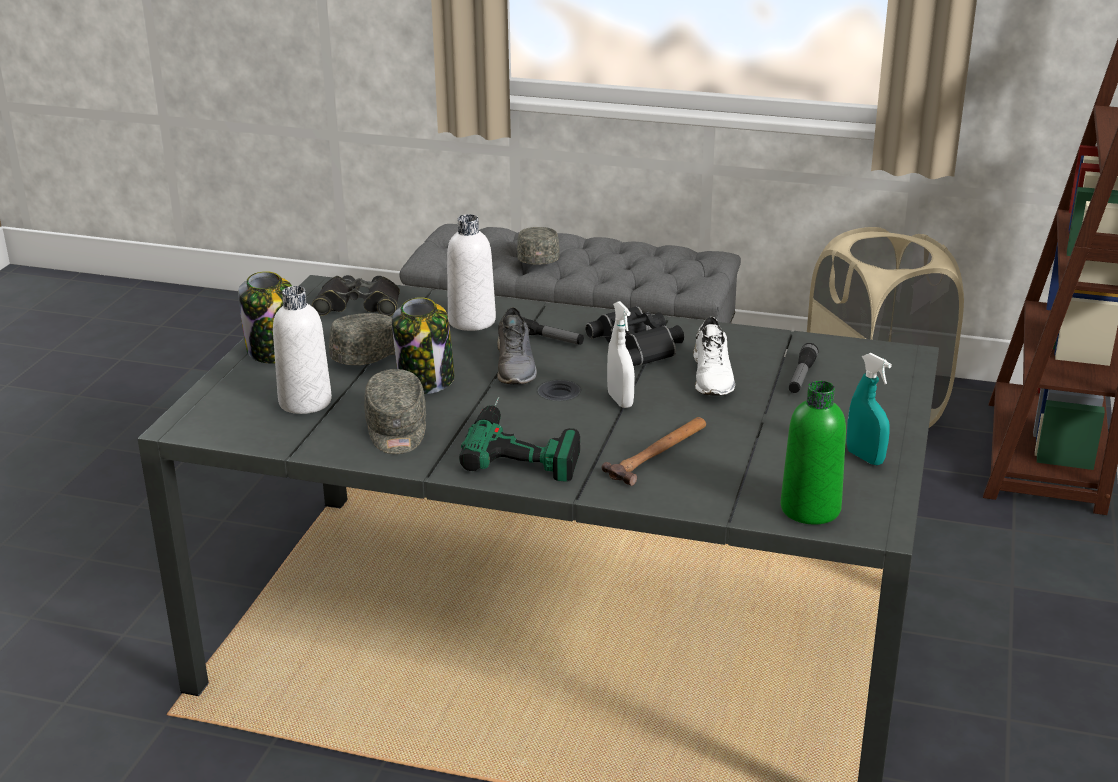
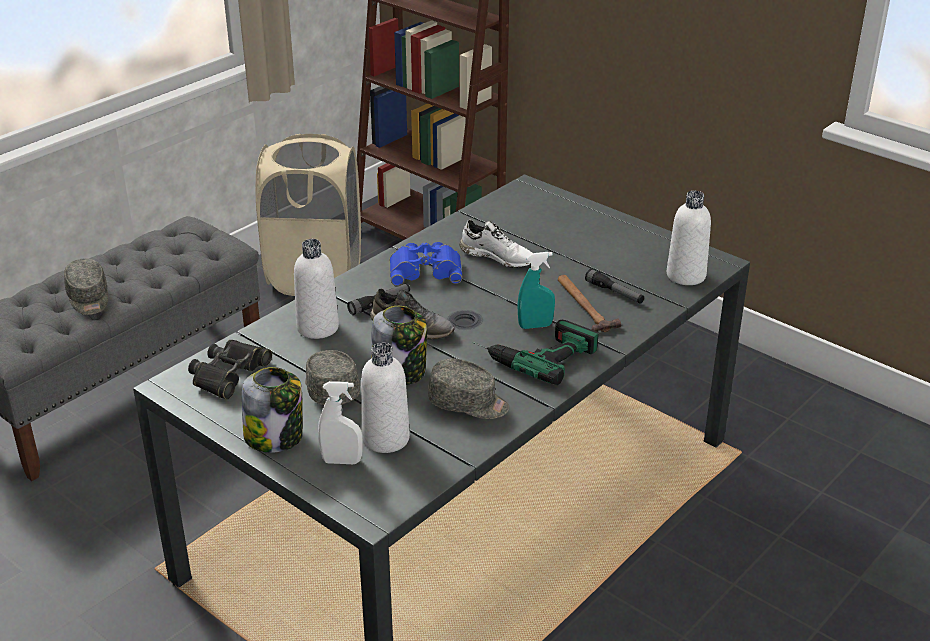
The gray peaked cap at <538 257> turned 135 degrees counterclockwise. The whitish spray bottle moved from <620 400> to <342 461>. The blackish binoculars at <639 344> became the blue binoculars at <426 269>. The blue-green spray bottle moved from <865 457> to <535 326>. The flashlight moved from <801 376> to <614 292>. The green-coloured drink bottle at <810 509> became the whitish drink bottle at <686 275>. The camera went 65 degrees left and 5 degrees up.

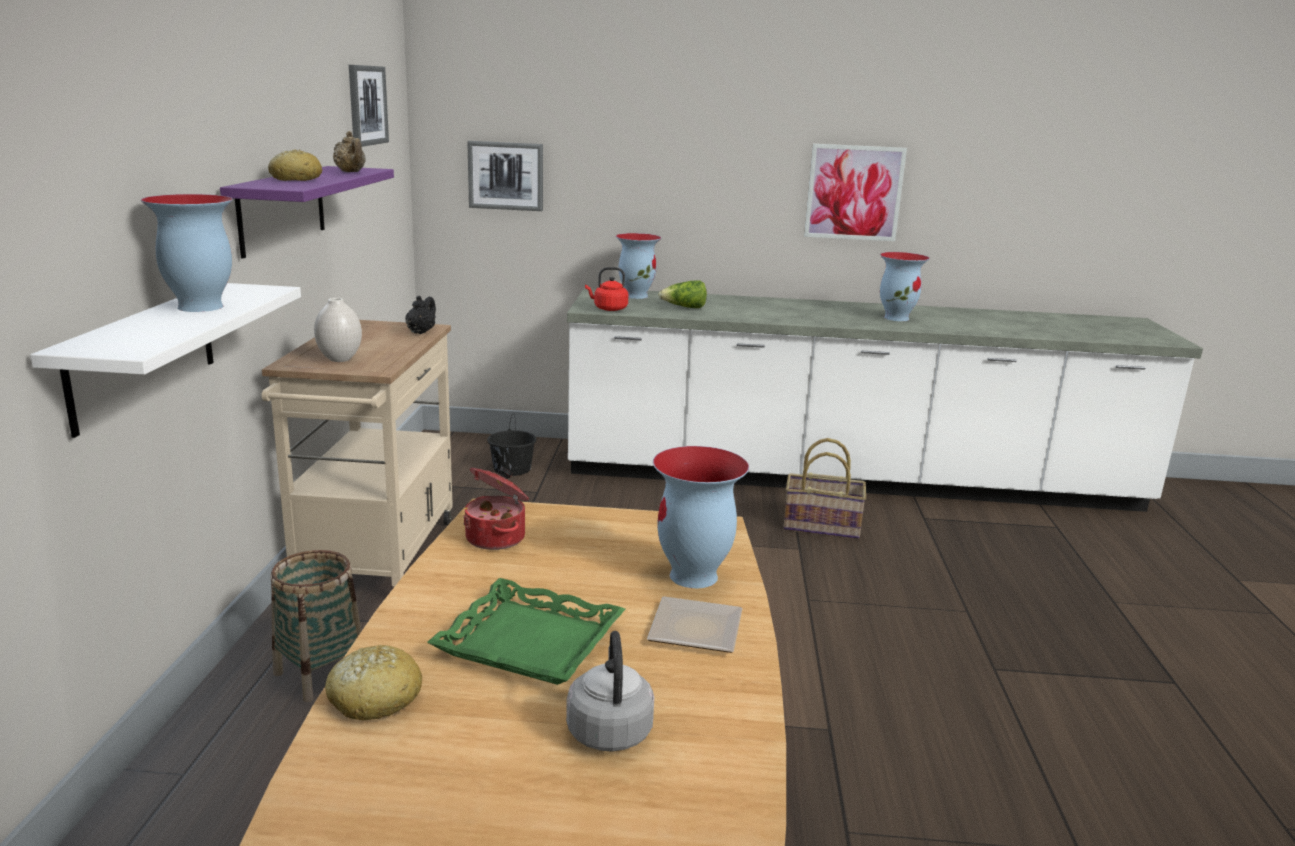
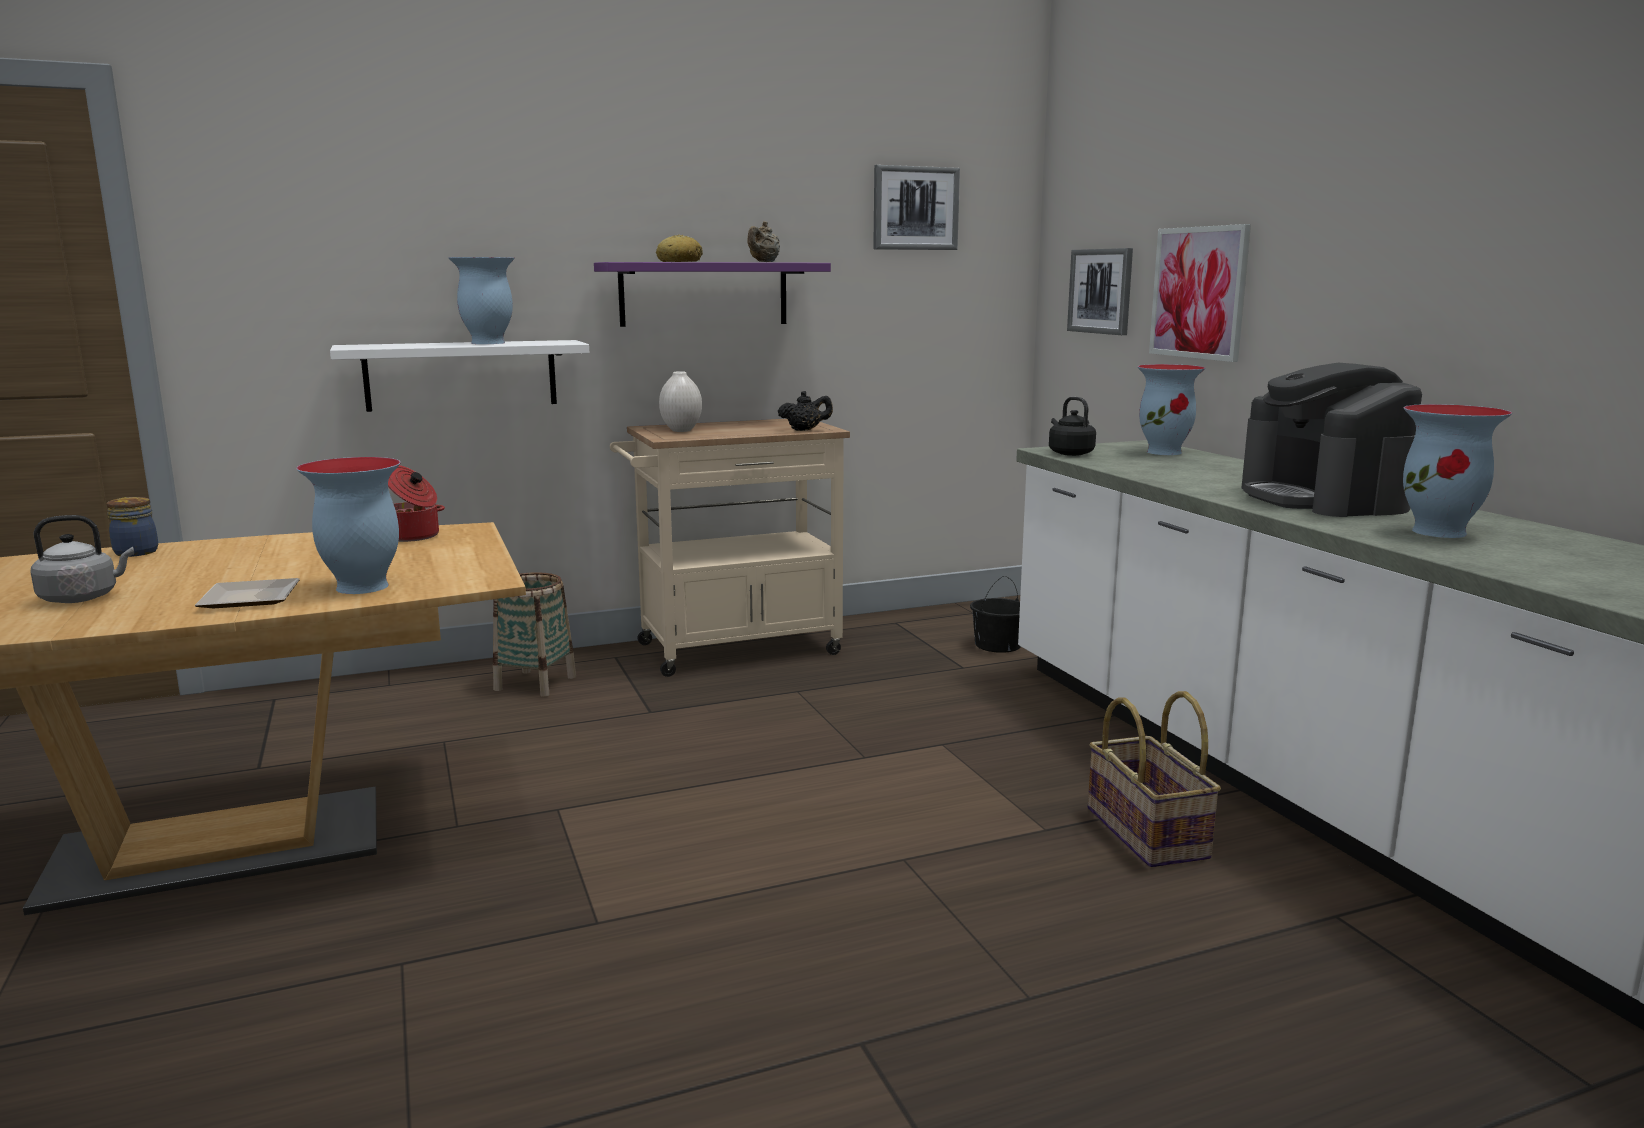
The bakery bread at <374 698> was replaced by the storage jar at <137 552>. The red-coloured kettle at <608 309> became the blackish kettle at <1069 453>. The wall art moved from <854 192> to <1199 292>. The coffee maker at <1323 499> appeared. The green-coloured tray at <531 641> disappeared. The lettuce head at <684 308> disappeared. The camera went 65 degrees right and 5 degrees down.

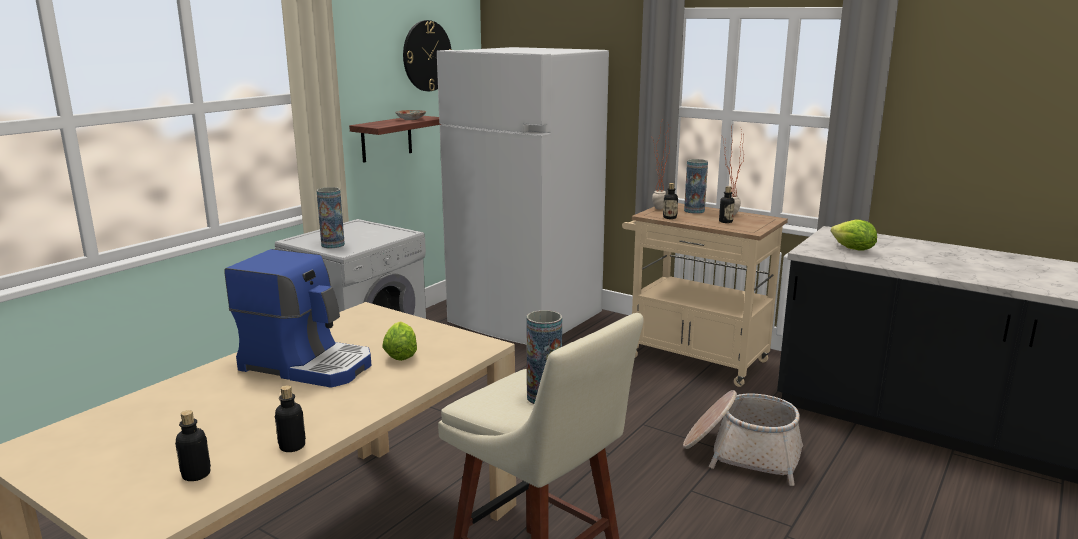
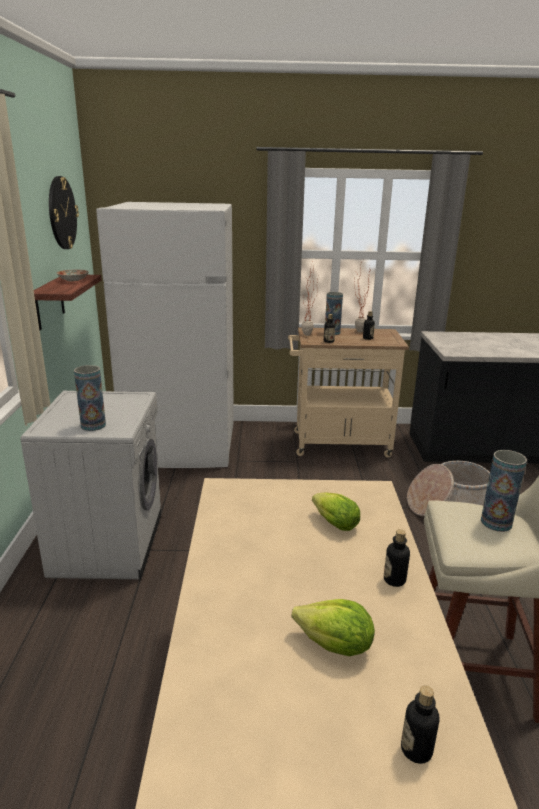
The lettuce head moved from <853 249> to <335 646>. The drink bottle moved from <292 446> to <394 580>. The coffee maker at <308 364> disappeared. The camera went 35 degrees left and 5 degrees up.

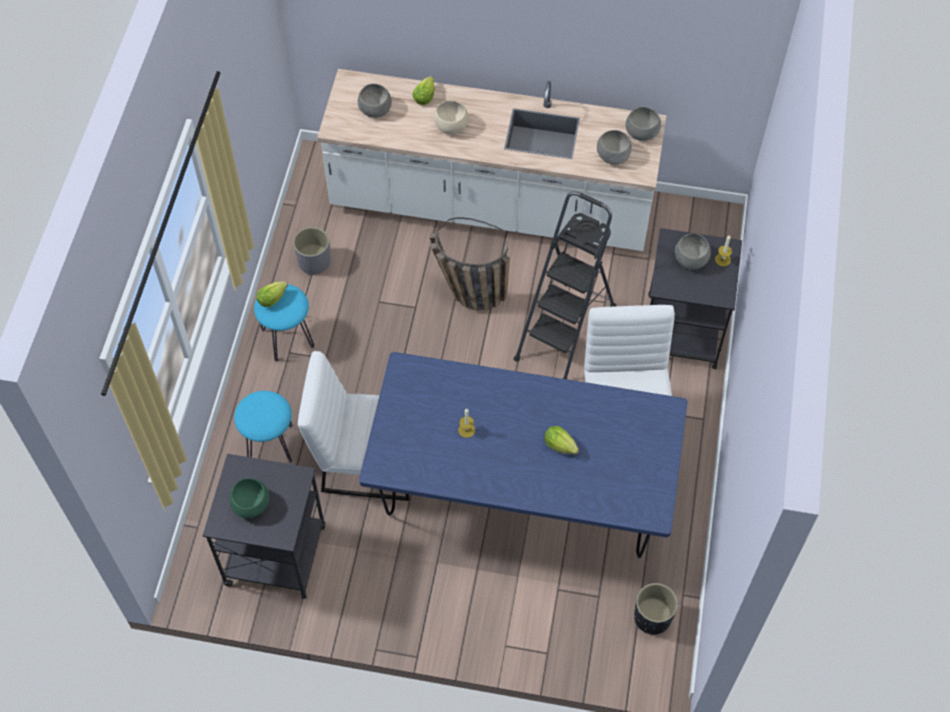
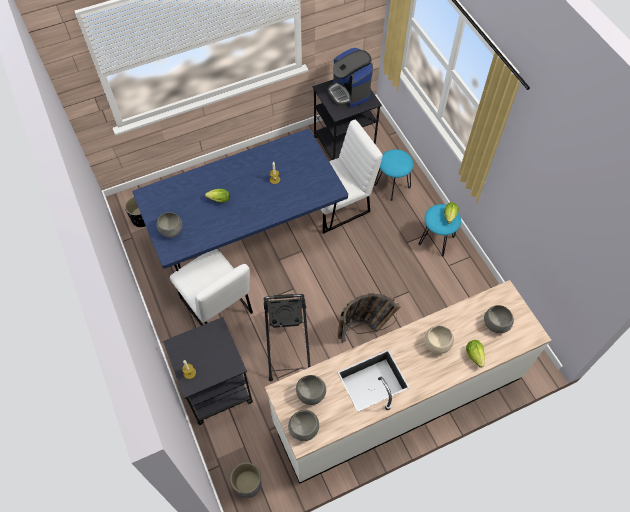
The gray bowl moved from <691 259> to <170 230>. The gray planter moved from <314 262> to <248 484>. The green-coloured bowl at <250 504> was replaced by the coffee maker at <349 92>. The camera went 145 degrees right and 0 degrees up.

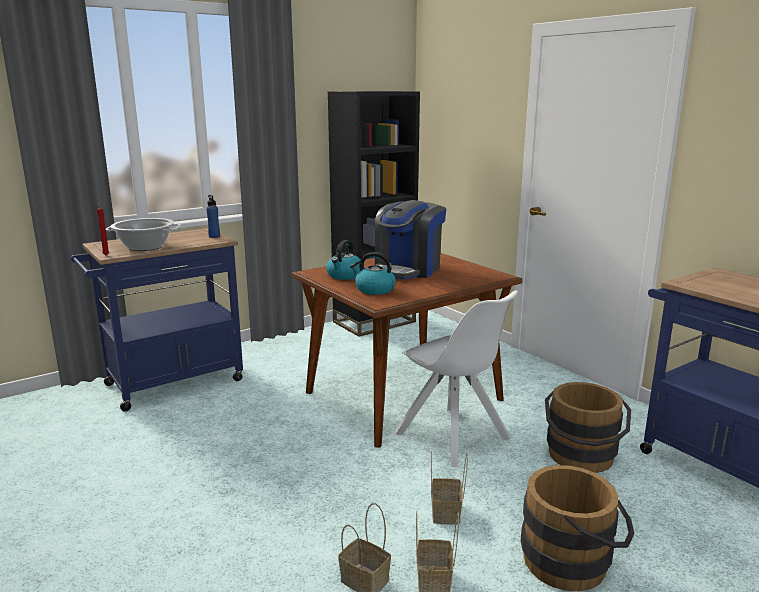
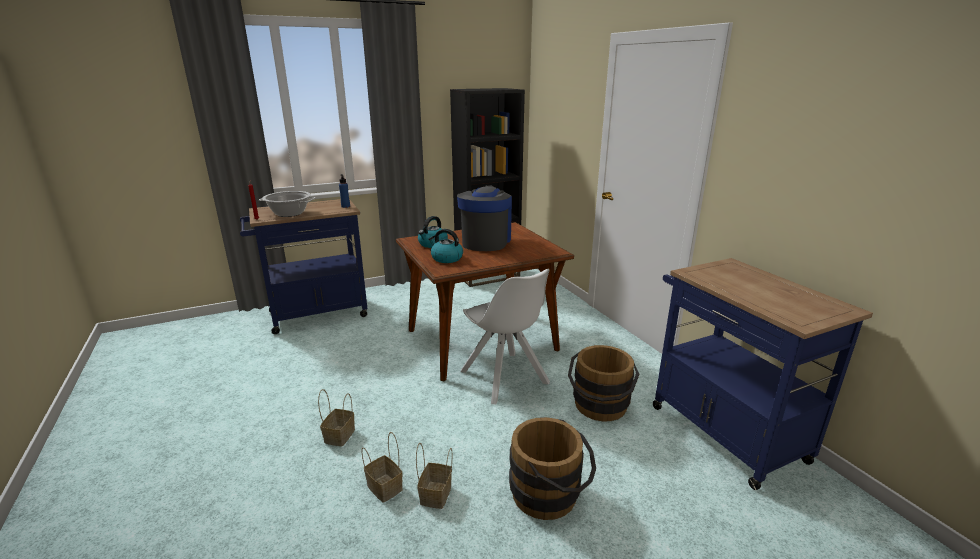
The storage basket moved from <446 513> to <339 436>. The coffee maker at <407 269> turned 150 degrees clockwise. The camera went 10 degrees right and 5 degrees up.

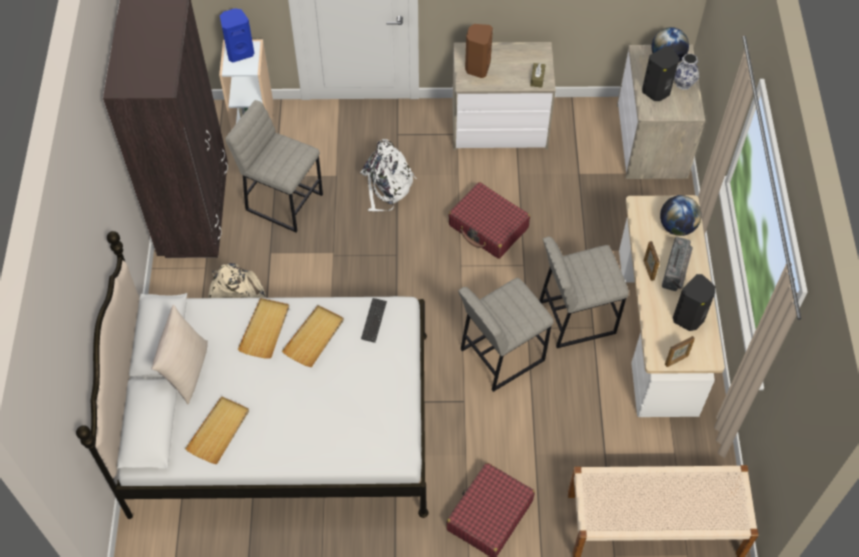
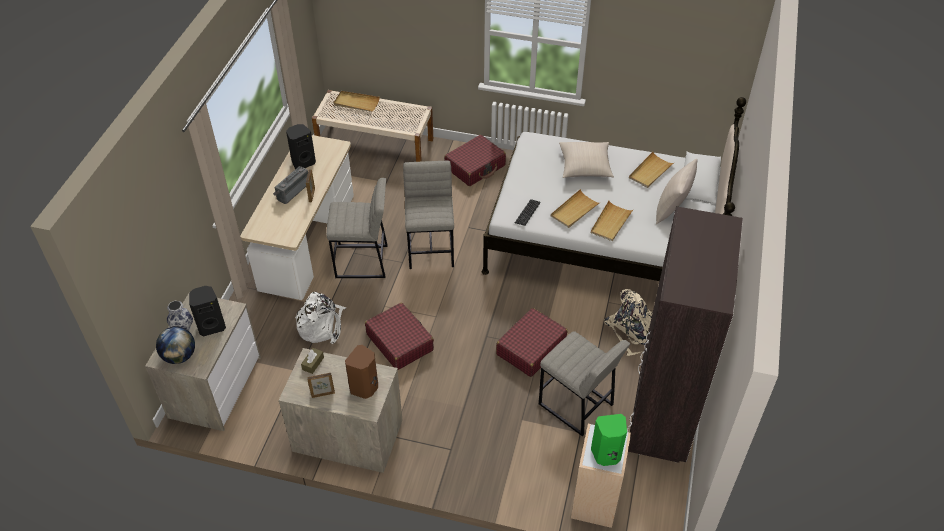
The whitish knapsack moved from <386 186> to <321 325>. The picture frame moved from <676 360> to <323 394>. The beige tray at <356 103> appeared. The gray upright chair at <500 356> turned 75 degrees counterclockwise. The red-coloured suitcase at <530 348> appeared. The beige cushion at <585 166> appeared. The blue loudspeaker at <239 52> became the green-coloured loudspeaker at <606 455>. The desk globe at <677 226> disappeared. The camera went 165 degrees left and 10 degrees down.

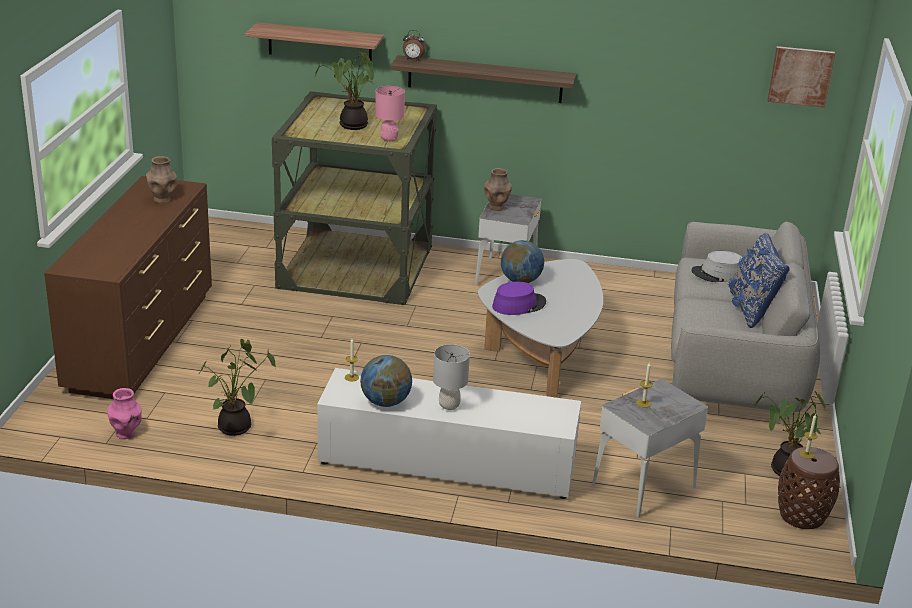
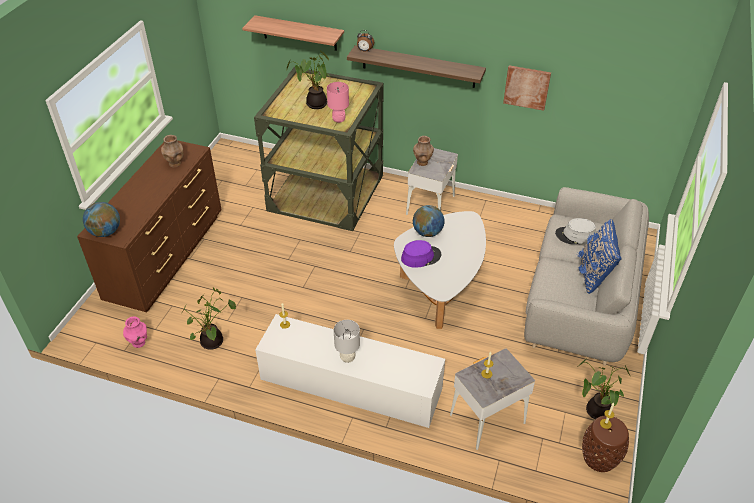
The desk globe moved from <385 402> to <105 232>. The wall art moved from <800 76> to <527 87>. The camera went 10 degrees right and 15 degrees up.

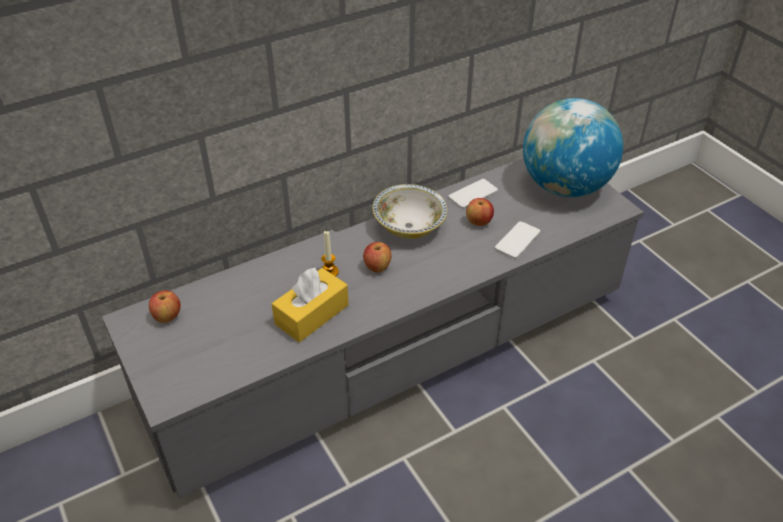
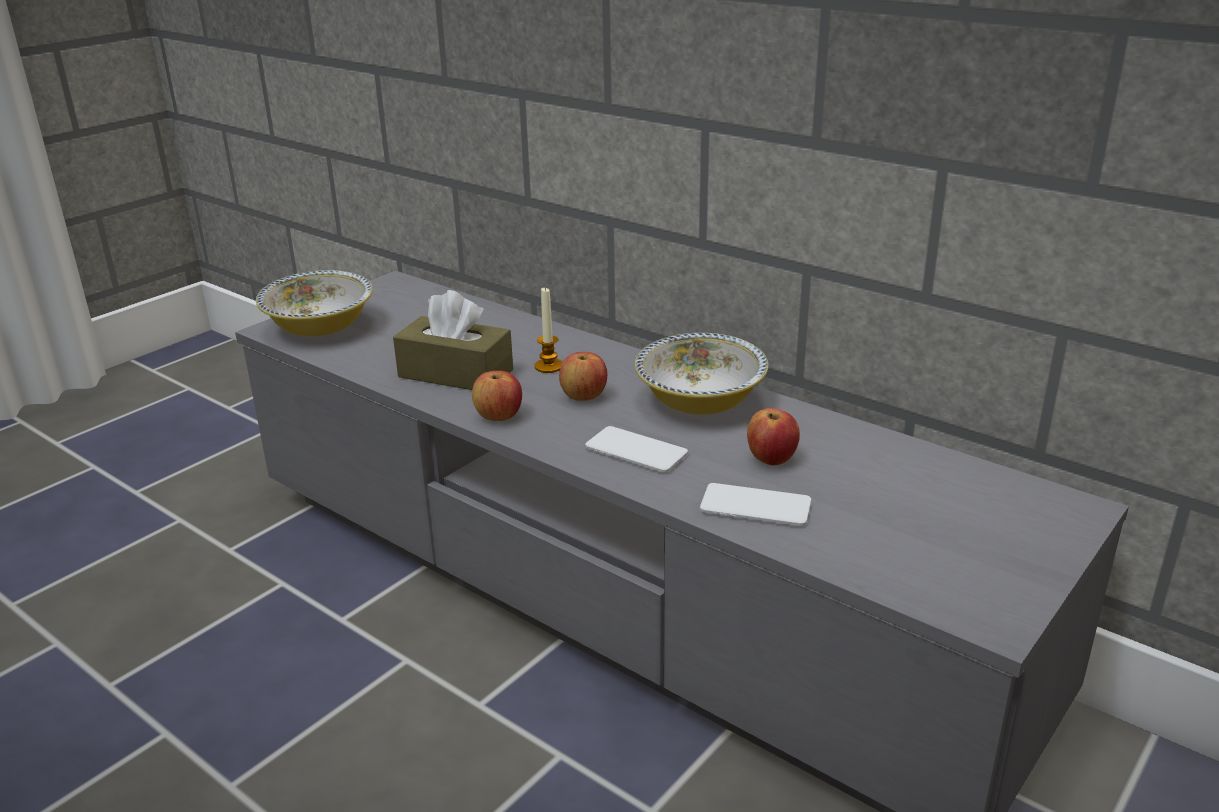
The bowl at <320 328> appeared. The yellowish box of tissues at <312 314> became the brown-coloured box of tissues at <455 373>. The whole apple moved from <167 316> to <499 417>. The telephone moved from <473 194> to <636 451>. The desk globe at <564 187> disappeared. The camera went 70 degrees right and 15 degrees down.

